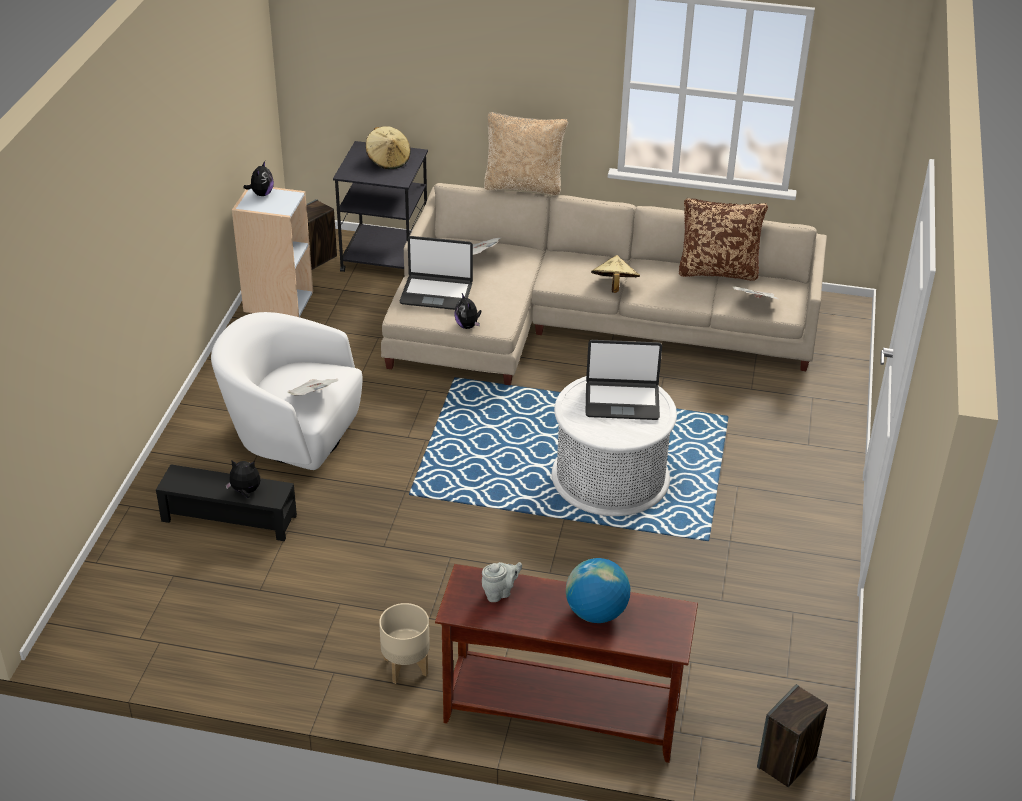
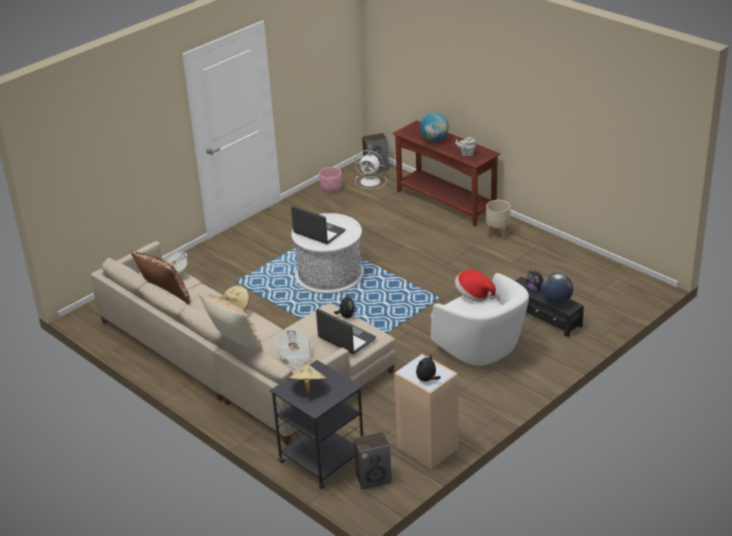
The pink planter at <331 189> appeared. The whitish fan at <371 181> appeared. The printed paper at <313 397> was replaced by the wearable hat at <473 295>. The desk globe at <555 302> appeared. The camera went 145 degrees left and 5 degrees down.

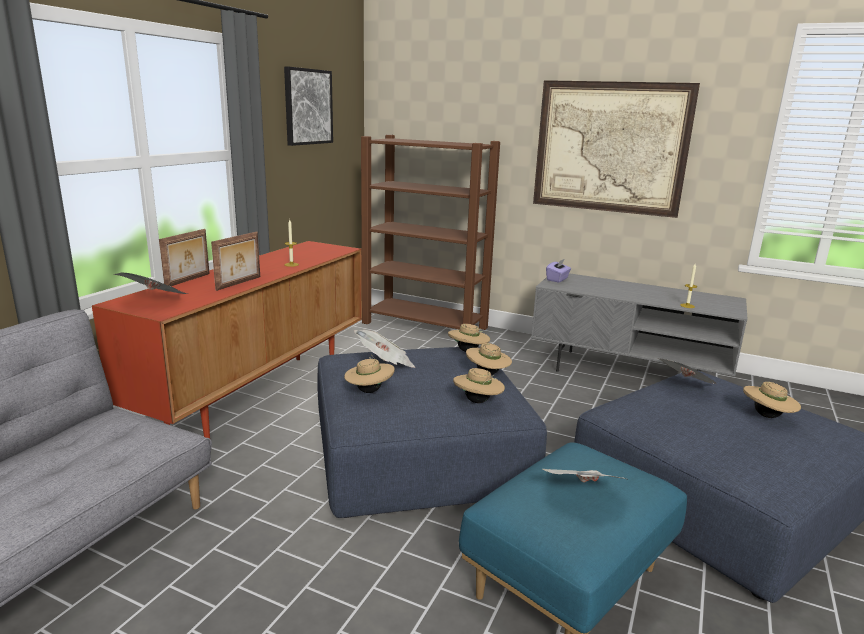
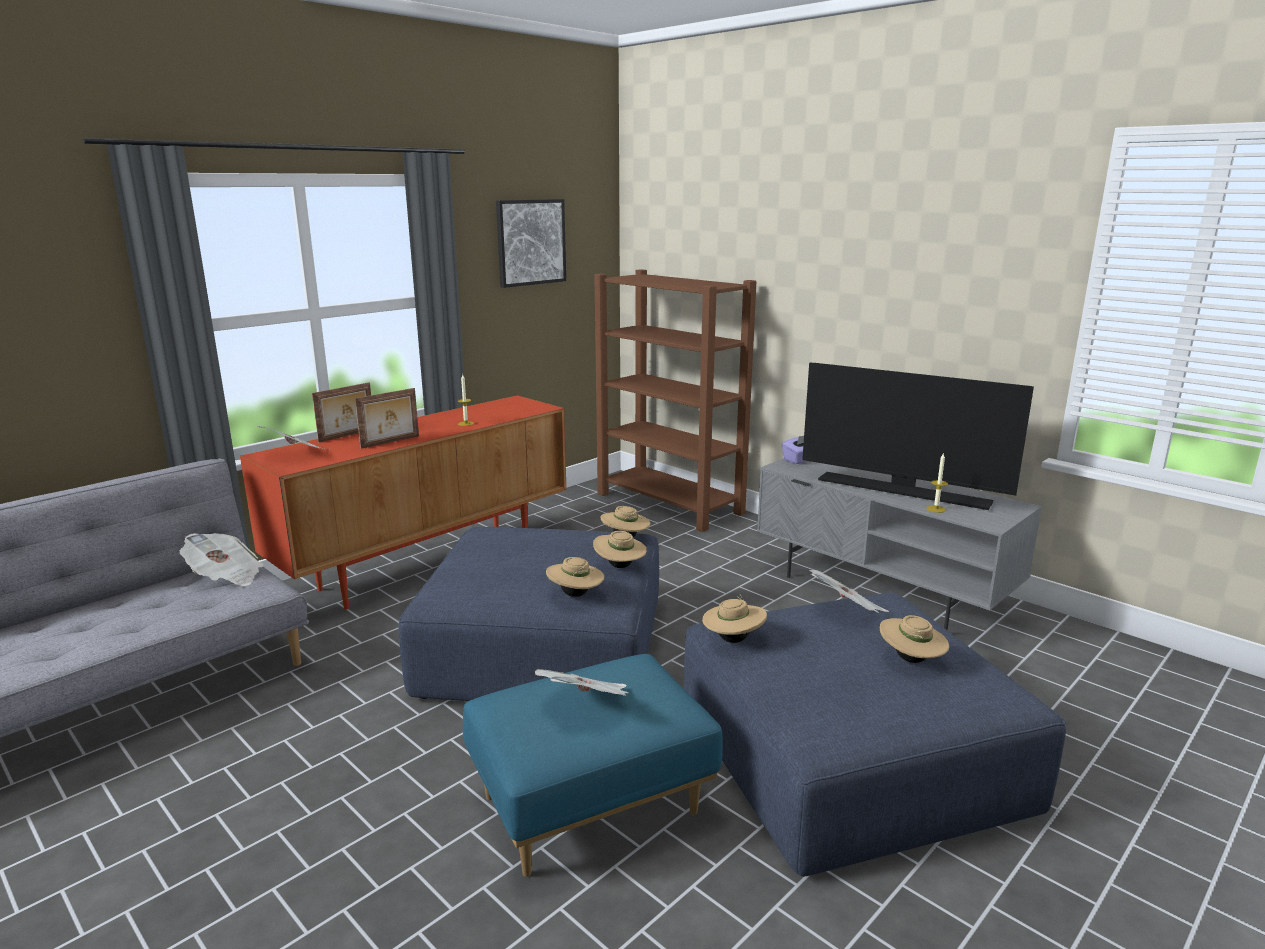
The printed paper moved from <385 363> to <226 576>. The beige wearable hat moved from <369 391> to <733 639>. The TV at <903 491> appeared. The wall art at <610 148> disappeared. The camera went 20 degrees right and 0 degrees up.

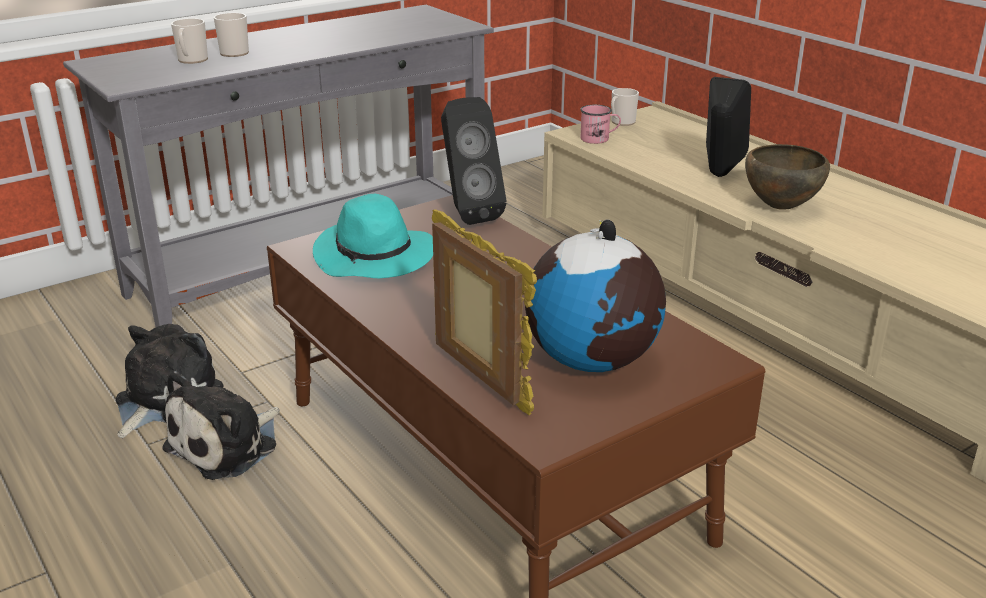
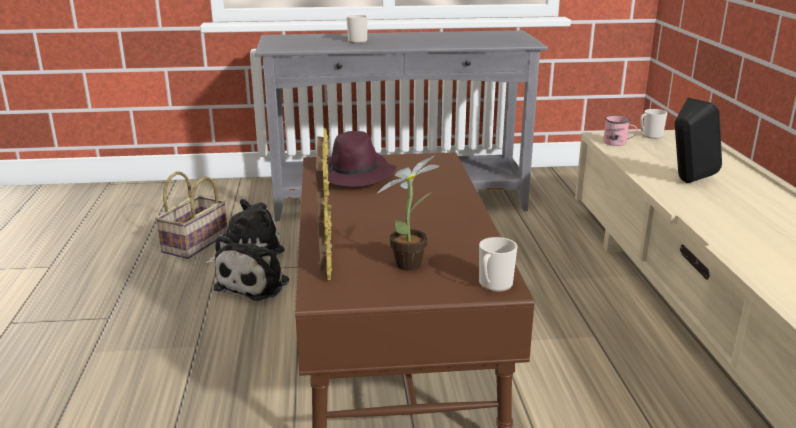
The storage basket at <195 244> appeared. The cuddly toy at <227 445> turned 45 degrees counterclockwise. The blue-green wearable hat at <375 257> became the purple wearable hat at <355 176>. The desk globe at <593 361> was replaced by the plant in a pot at <412 263>. The tea mug moved from <191 60> to <493 285>. The blackish loudspeaker at <467 214> disappeared. The brown-coloured bowl at <779 207> disappeared. The camera went 30 degrees right and 5 degrees down.

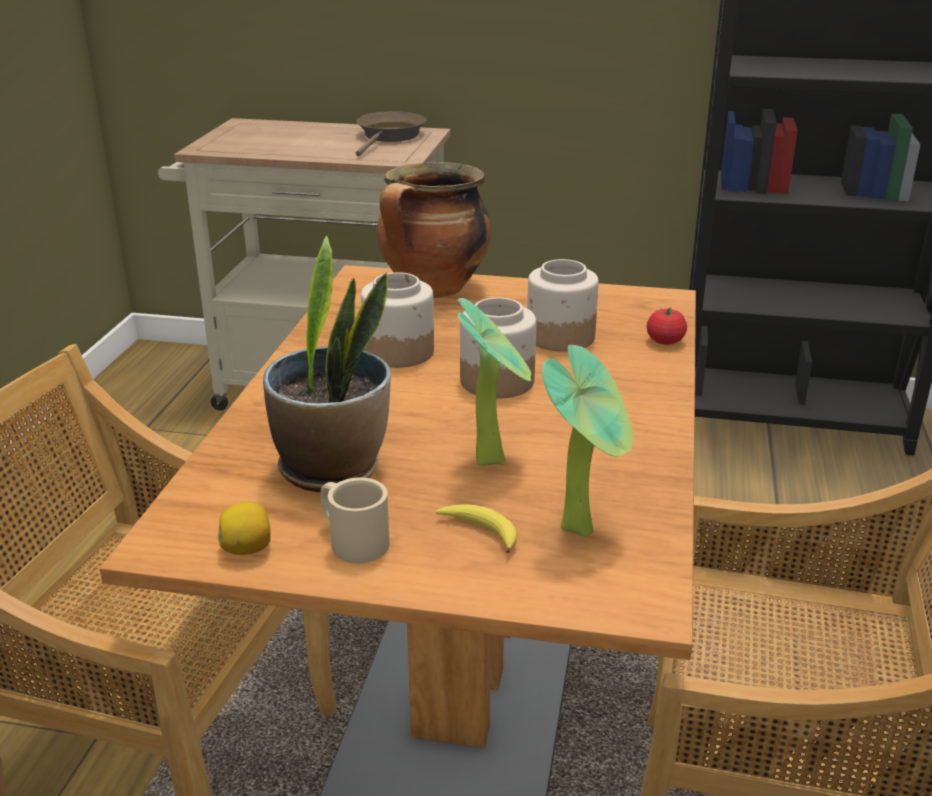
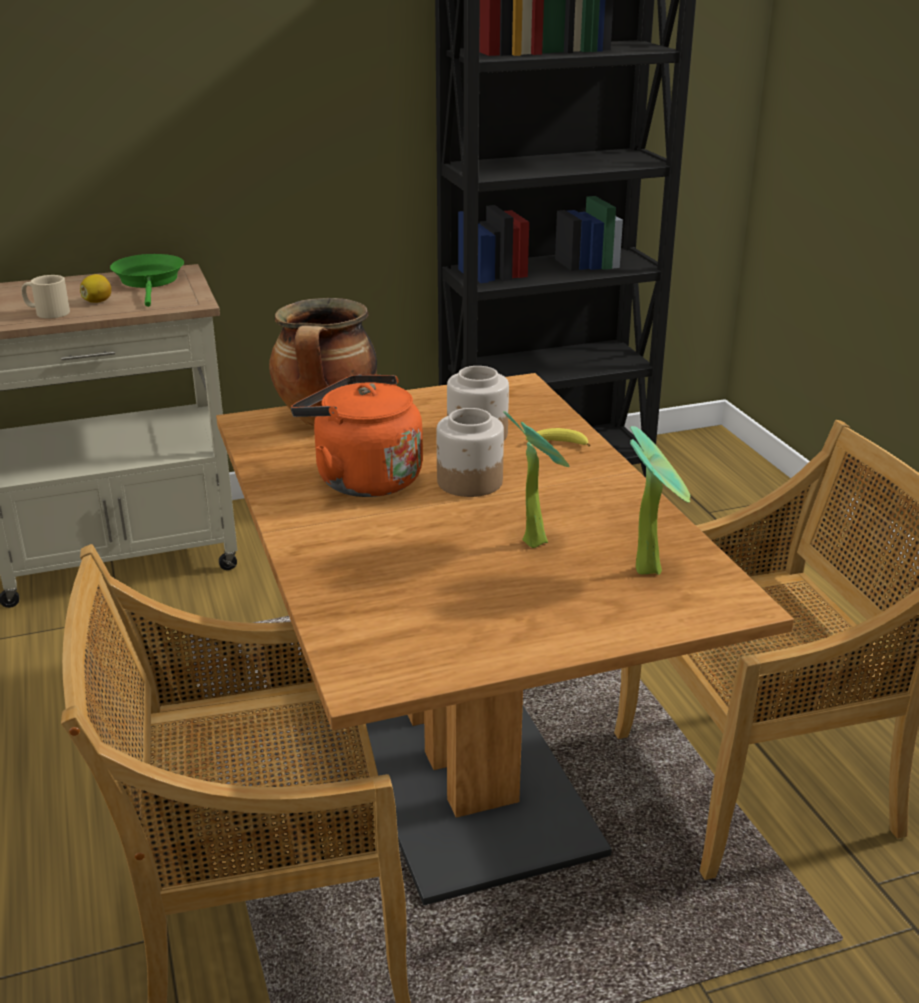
The beige tea mug moved from <351 540> to <46 312>. The whole lemon moved from <247 548> to <98 301>. The brown-coloured pan at <390 137> became the green-coloured pan at <150 281>. The storage jar at <399 352> was replaced by the orange kettle at <362 479>. The whole banana moved from <481 532> to <558 443>. The plant in a pot at <332 469> disappeared. The fresh tomato at <665 341> disappeared. The camera went 30 degrees left and 0 degrees up.

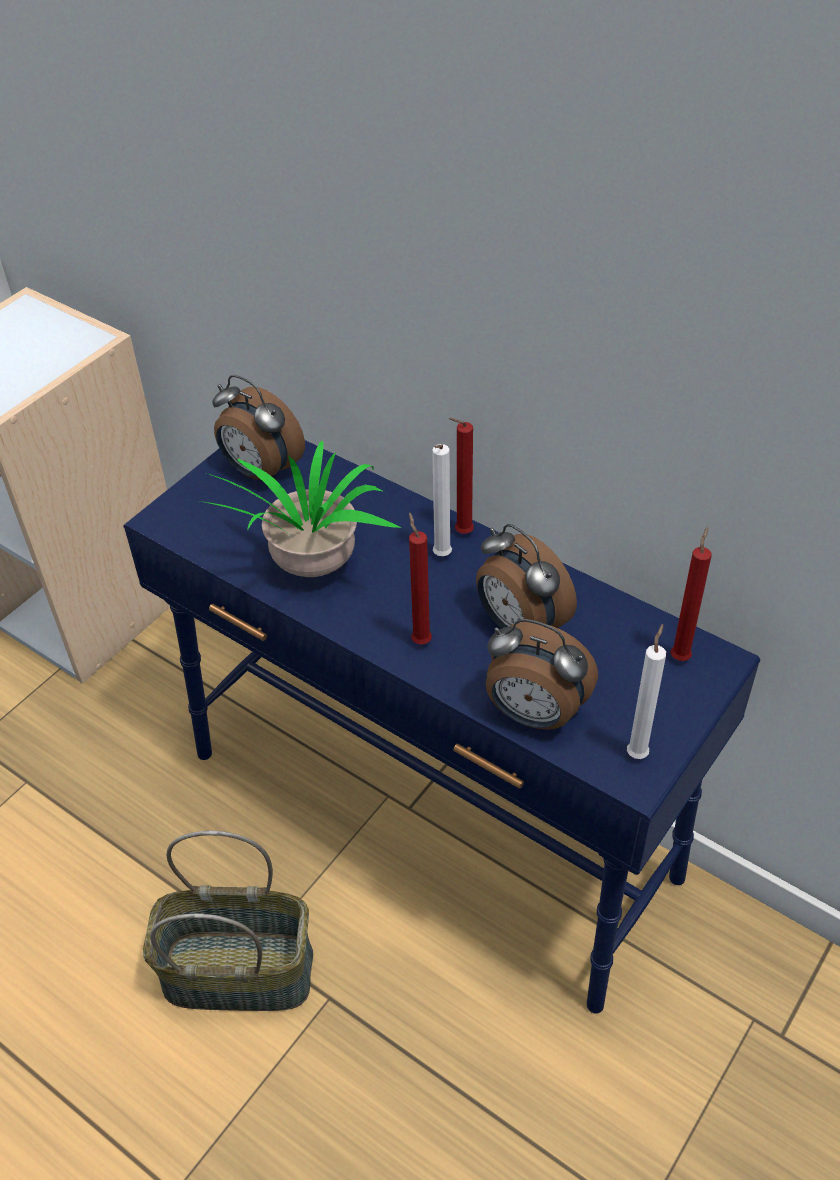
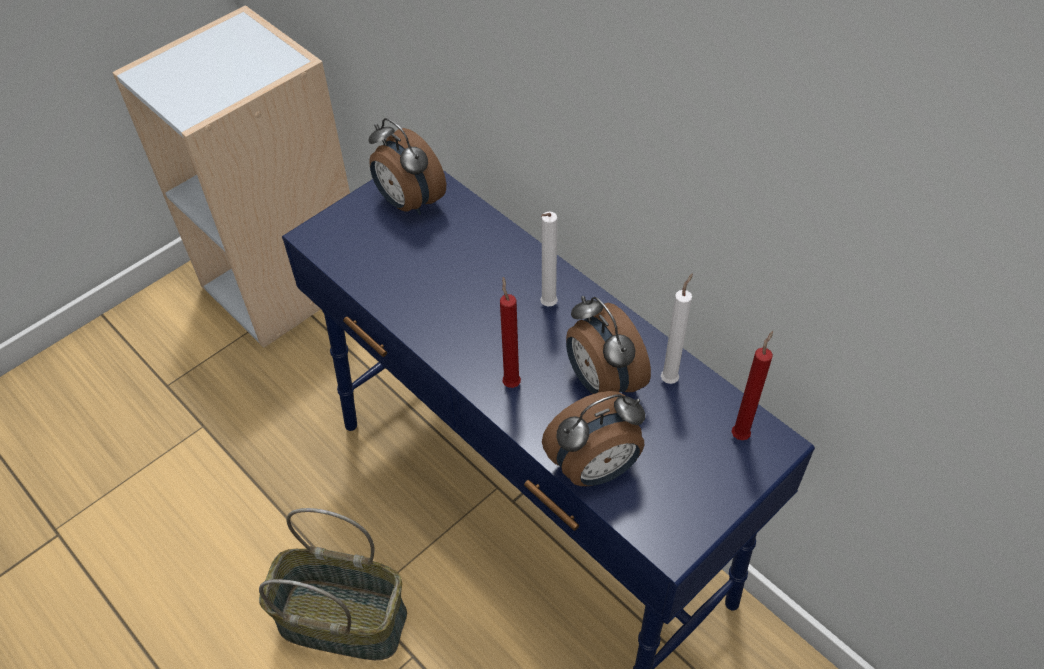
The table clock at <534 714> turned 60 degrees counterclockwise. The whitish wax candle moved from <638 752> to <670 378>. The plant in a pot at <312 570> disappeared. The red-coloured wax candle at <461 533> disappeared. The camera went 10 degrees right and 5 degrees up.

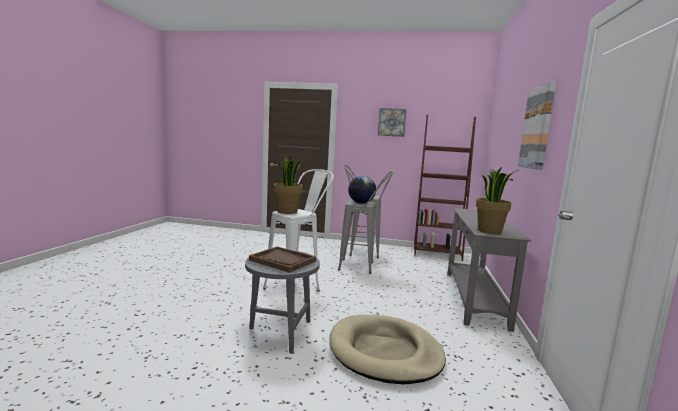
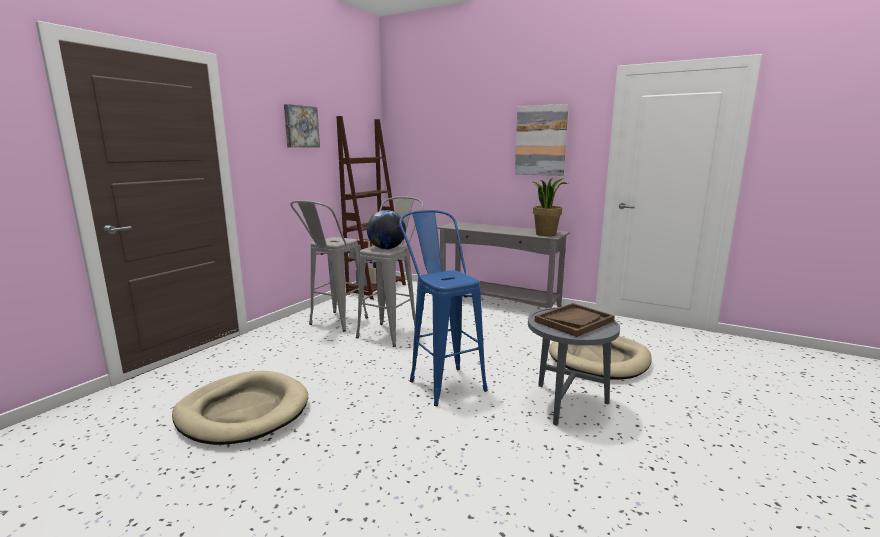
The beige dog bed at <243 411> appeared. The whitish stool seat at <298 288> became the blue stool seat at <441 381>. The plant in a pot at <287 212> disappeared. The camera went 70 degrees left and 5 degrees up.

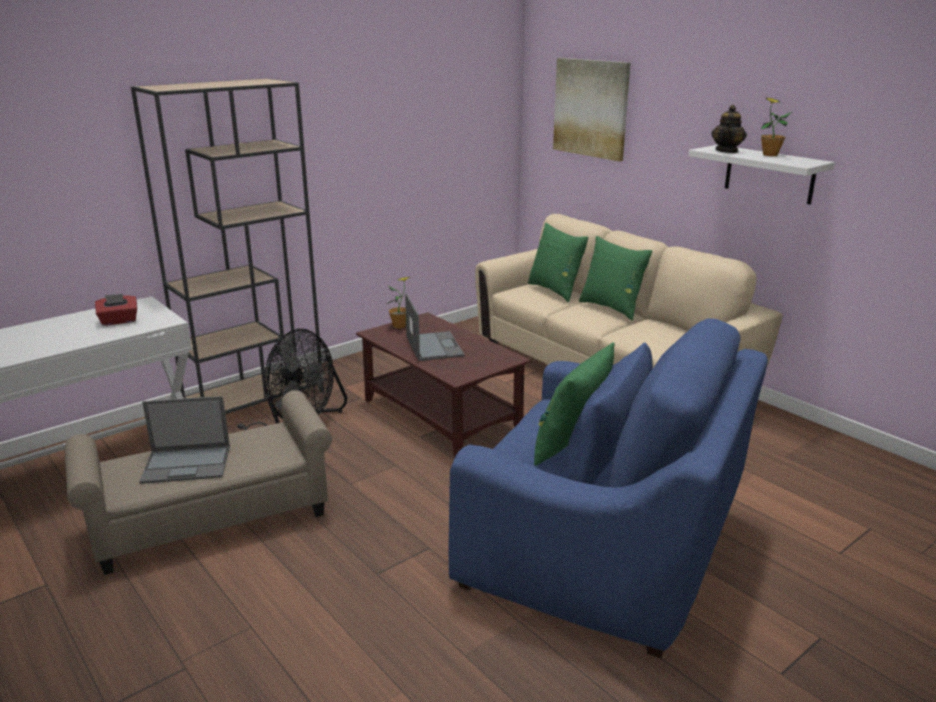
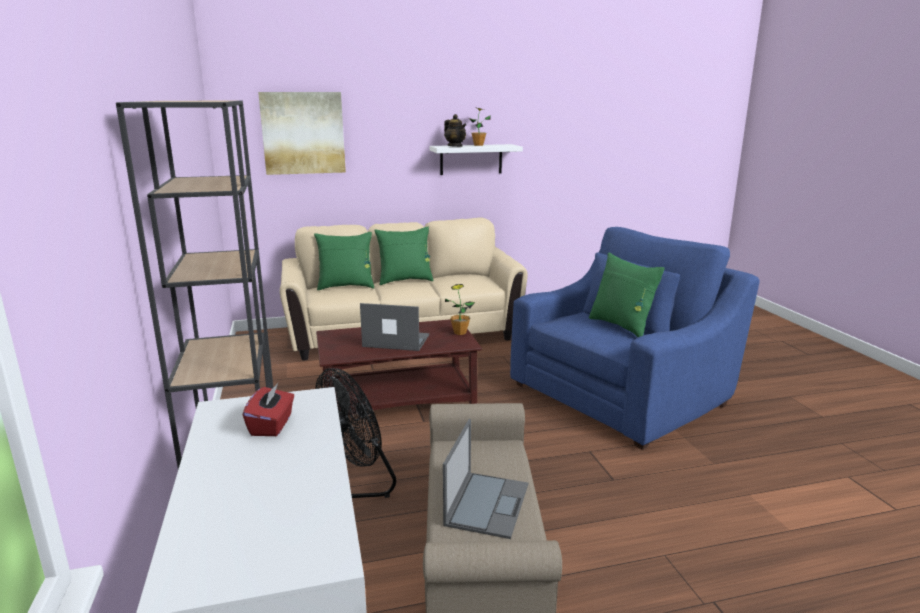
The plant in a pot moved from <399 326> to <460 332>. The camera went 65 degrees left and 5 degrees down.

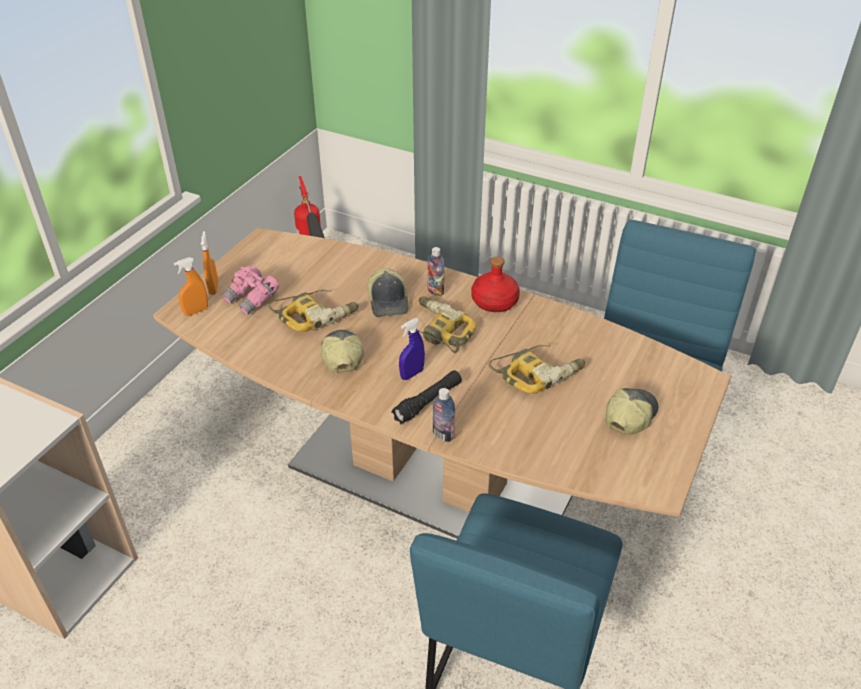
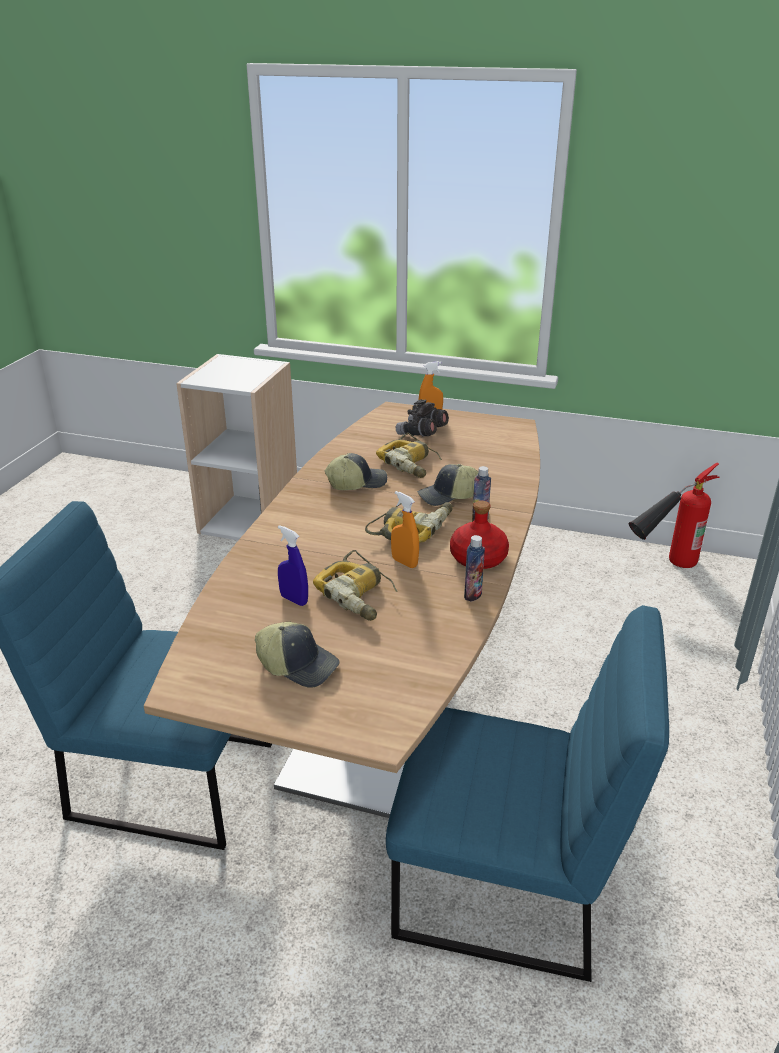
The blue spray bottle moved from <412 374> to <294 600>. The orange spray bottle moved from <196 311> to <404 562>. The pink binoculars at <252 299> became the gray binoculars at <422 434>. The drink bottle moved from <443 435> to <473 594>. The blackish flashlight at <428 402> disappeared. The camera went 80 degrees right and 10 degrees down.

